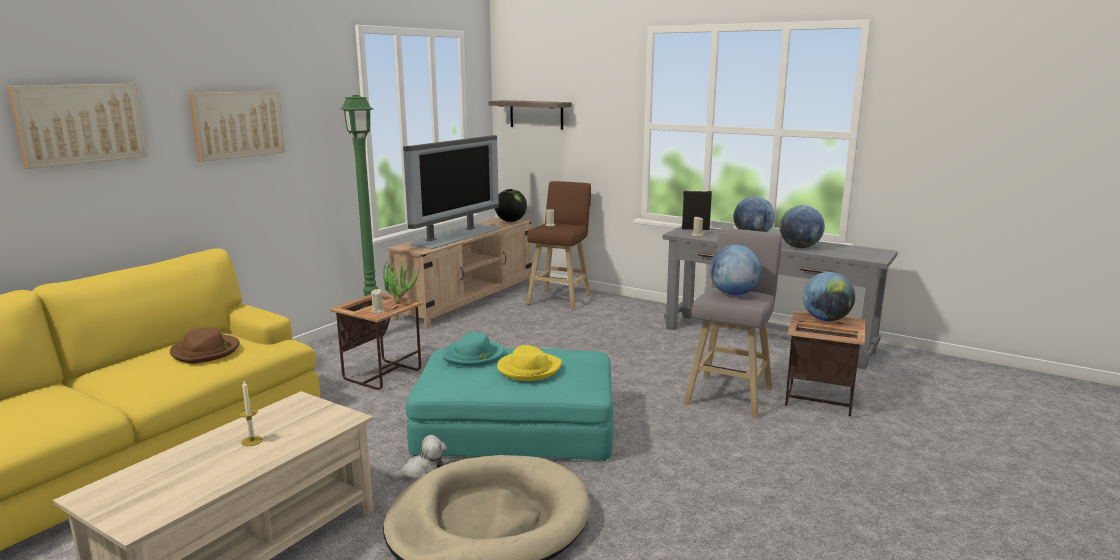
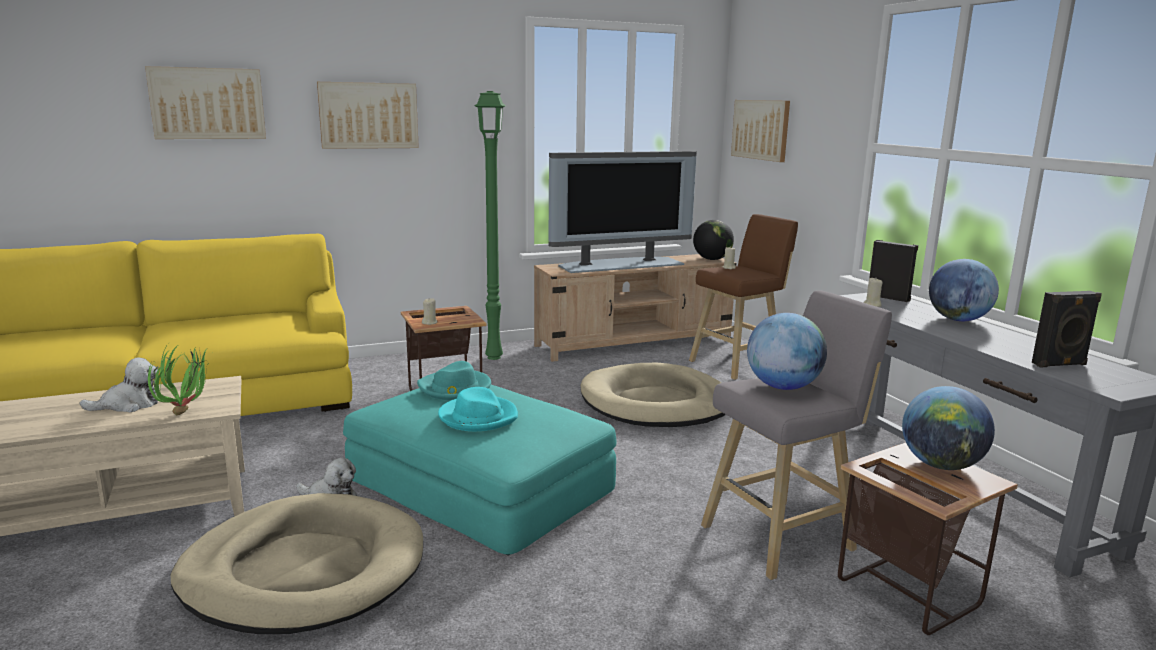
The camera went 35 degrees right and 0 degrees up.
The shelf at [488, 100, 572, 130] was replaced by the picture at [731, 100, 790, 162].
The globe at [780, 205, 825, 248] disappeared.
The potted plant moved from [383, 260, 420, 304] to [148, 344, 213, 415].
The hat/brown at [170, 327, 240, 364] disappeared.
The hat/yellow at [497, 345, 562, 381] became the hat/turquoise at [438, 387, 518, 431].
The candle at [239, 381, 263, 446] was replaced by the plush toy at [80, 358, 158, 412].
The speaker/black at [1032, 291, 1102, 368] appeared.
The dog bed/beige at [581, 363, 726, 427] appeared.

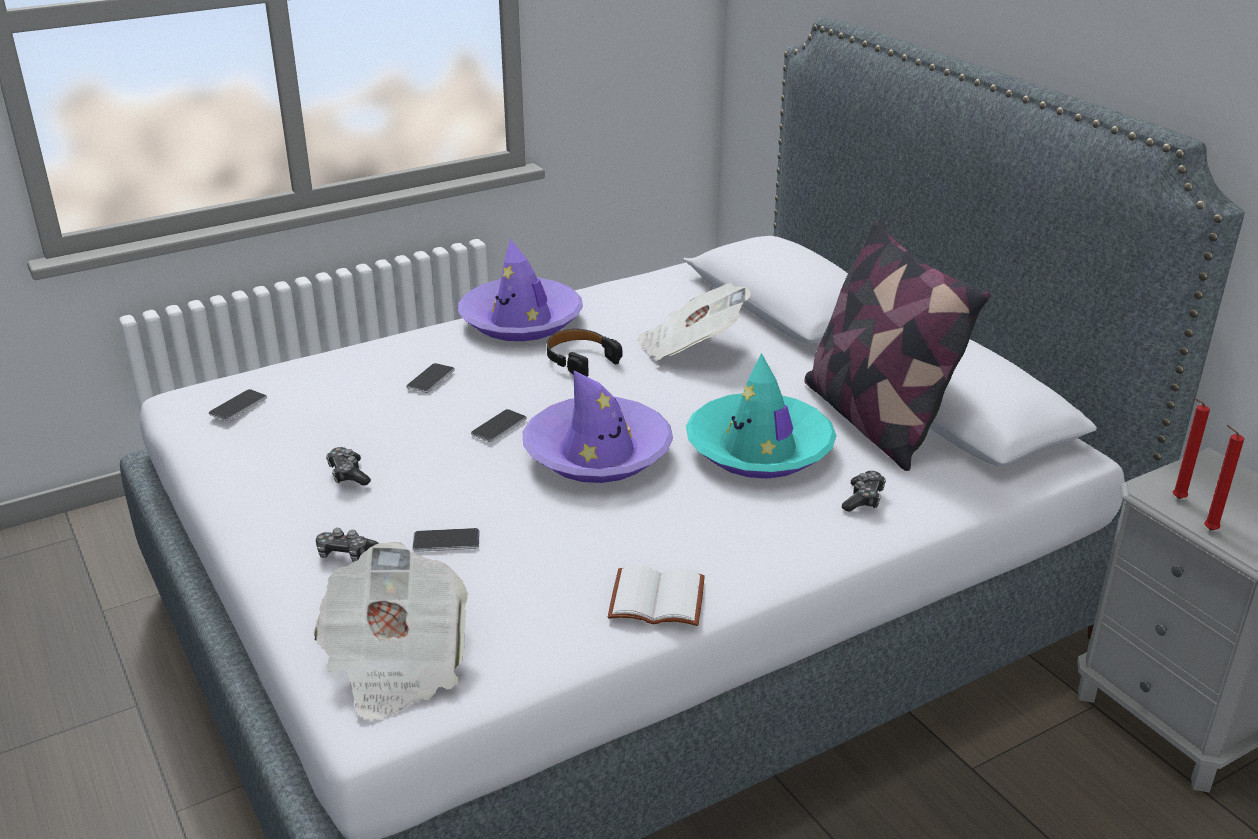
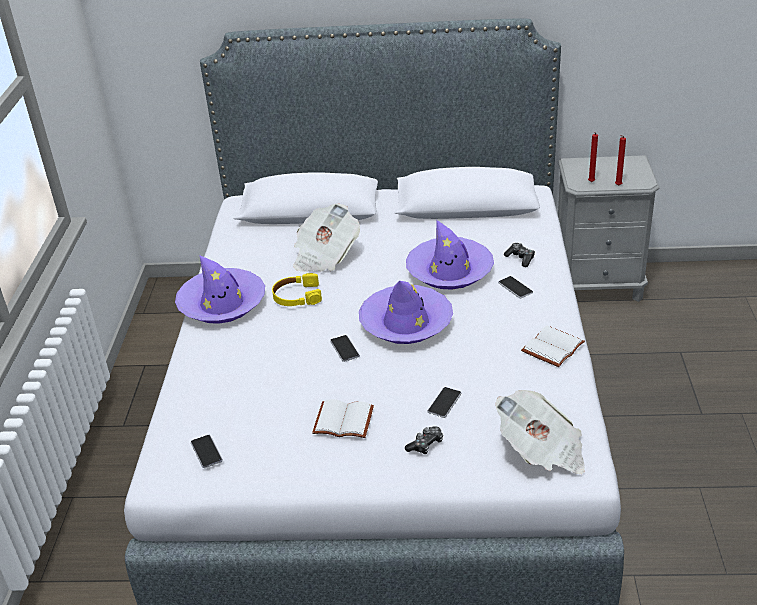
The camera went 55 degrees left and 5 degrees up.
The pillow at [804, 219, 991, 471] disappeared.
The headphones/black at [547, 329, 623, 377] became the headphones/yellow at [272, 273, 322, 306].
The hat/turquoise at [686, 353, 836, 479] became the hat/purple at [406, 220, 494, 290].
The phone moved from [406, 363, 455, 393] to [498, 276, 533, 298].
The game controller at [326, 447, 371, 486] was replaced by the book/white at [312, 399, 374, 438].

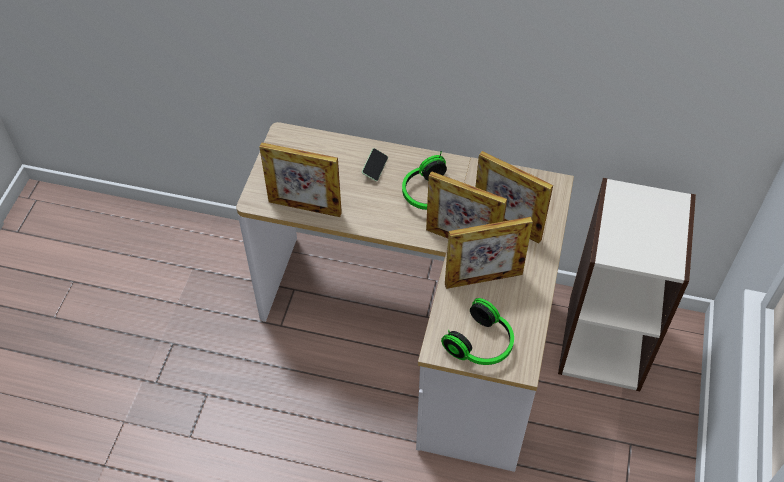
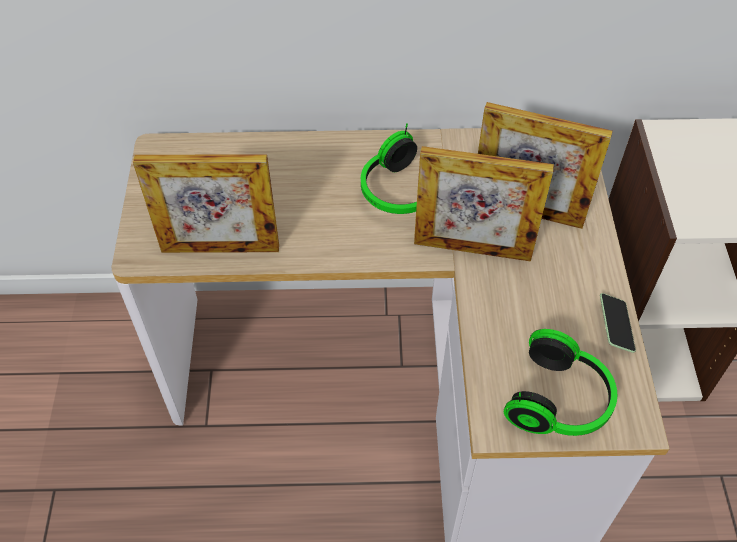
The camera went 15 degrees left and 0 degrees up.
The phone moved from [362, 148, 388, 181] to [600, 293, 636, 353].
The picture frame at [445, 217, 533, 289] disappeared.

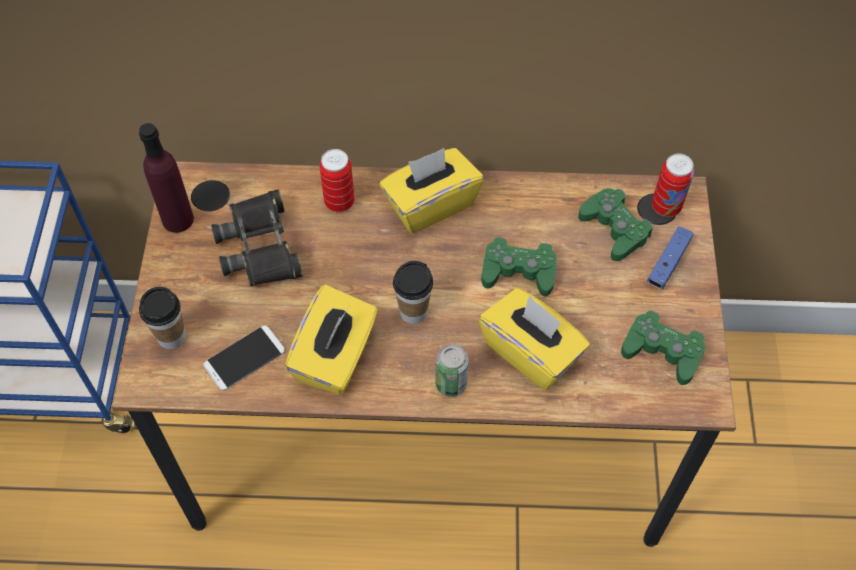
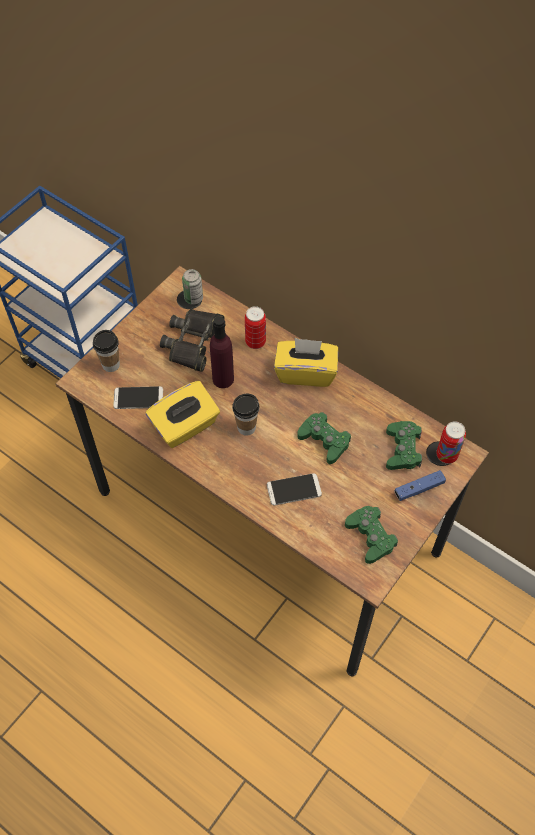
The camera went 35 degrees right and 0 degrees up.
The bottle/purple moved from [139, 123, 194, 233] to [210, 316, 234, 388].
The tissue box/yellow at [479, 288, 590, 390] was replaced by the phone at [267, 473, 322, 505].
The can moved from [435, 344, 469, 397] to [182, 269, 203, 305].

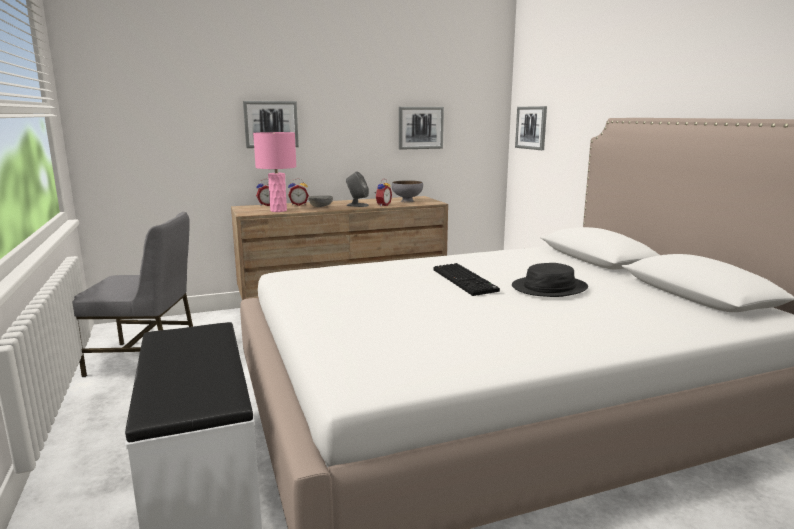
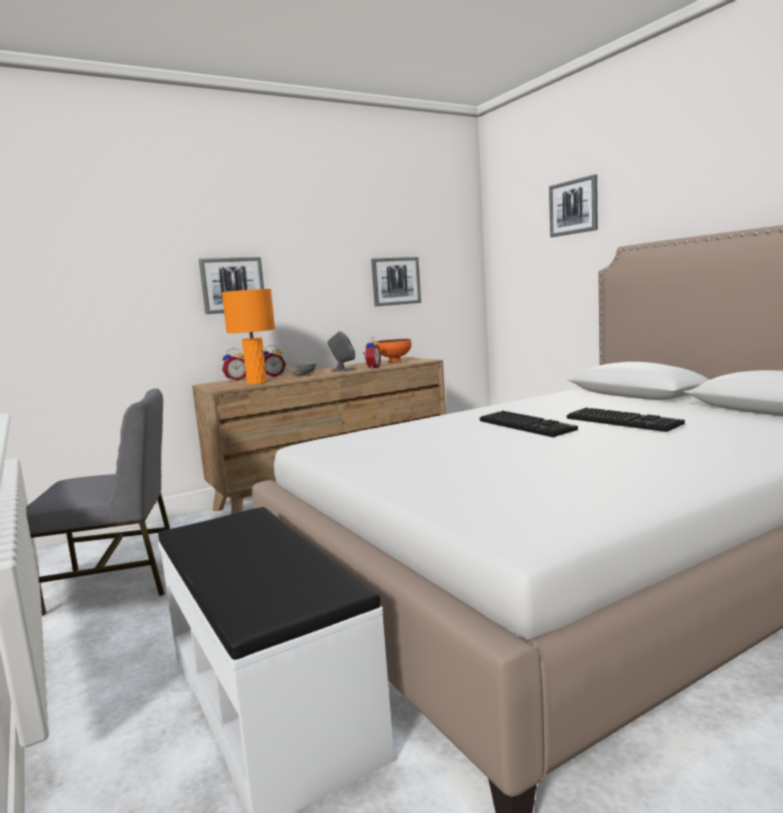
The camera went 10 degrees left and 5 degrees down.
The picture moved from [515, 106, 547, 150] to [549, 175, 598, 237].
The table lamp/pink at [253, 132, 297, 212] became the table lamp/orange at [222, 289, 275, 384].
The bowl/grey at [392, 180, 423, 202] became the bowl/orange at [377, 339, 412, 363].
The hat/black at [512, 263, 588, 297] was replaced by the keyboard at [567, 407, 685, 432].

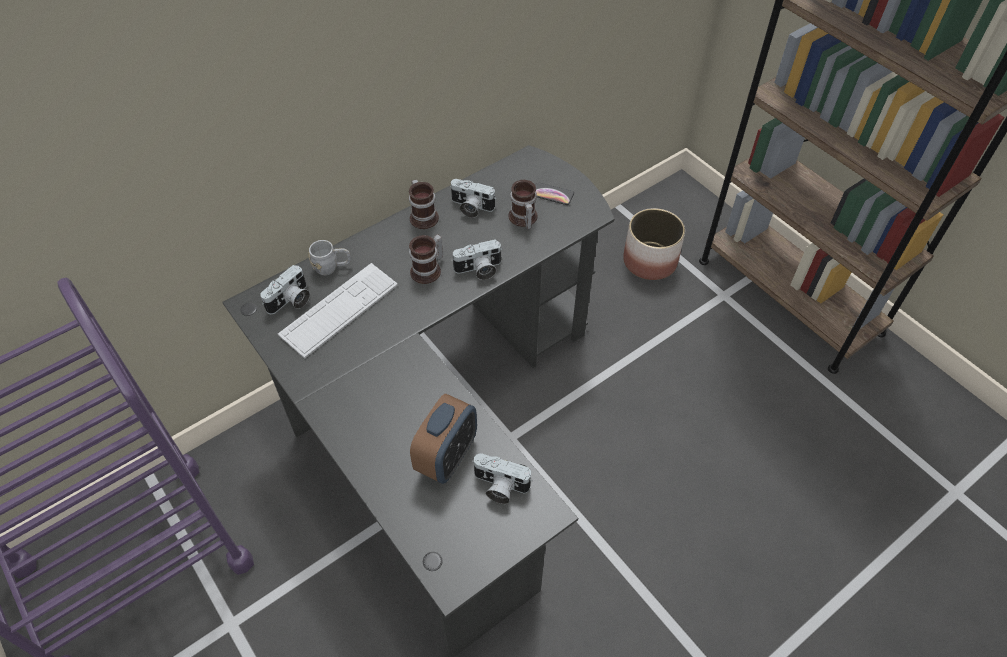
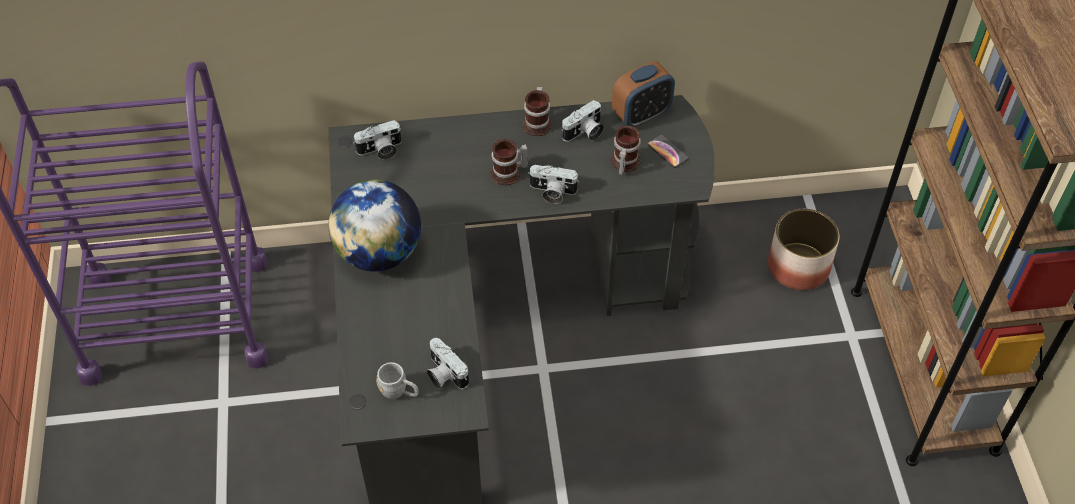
The camera went 30 degrees right and 0 degrees up.
The photo camera at [450, 179, 495, 218] turned 90 degrees counterclockwise.
The mug/grey moved from [308, 240, 351, 275] to [377, 362, 419, 399].
The keyboard at [278, 263, 398, 359] disappeared.
The alarm clock moved from [410, 394, 477, 484] to [612, 61, 675, 127].
The globe at [328, 180, 421, 272] appeared.

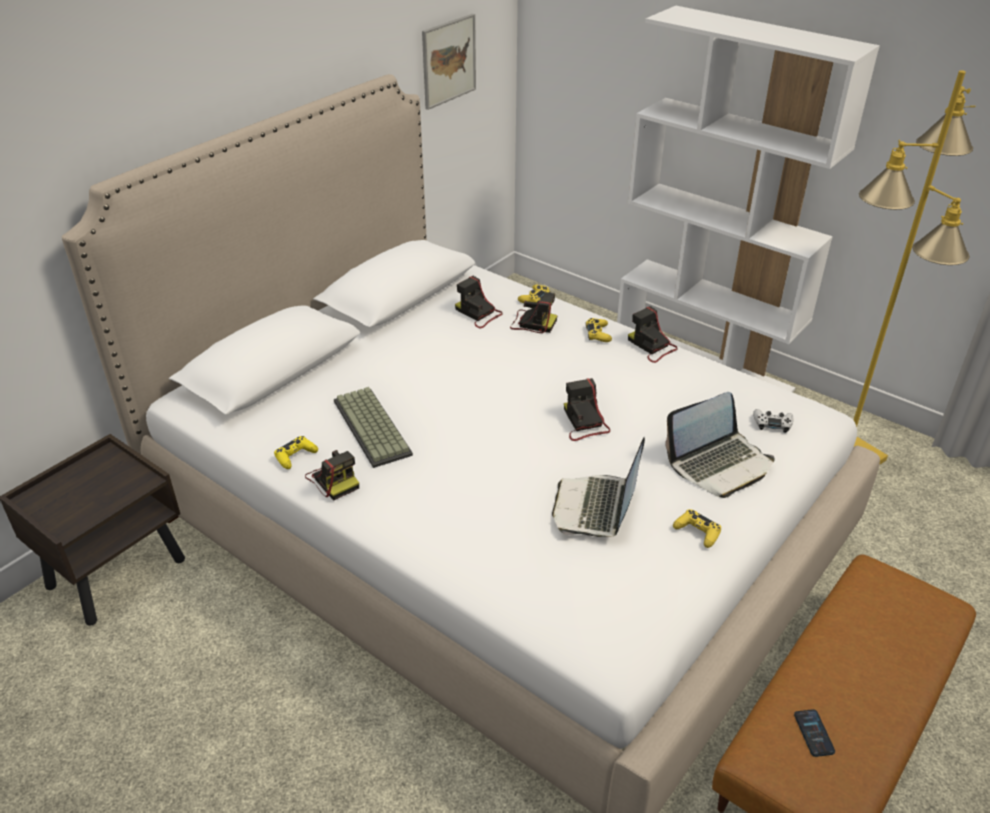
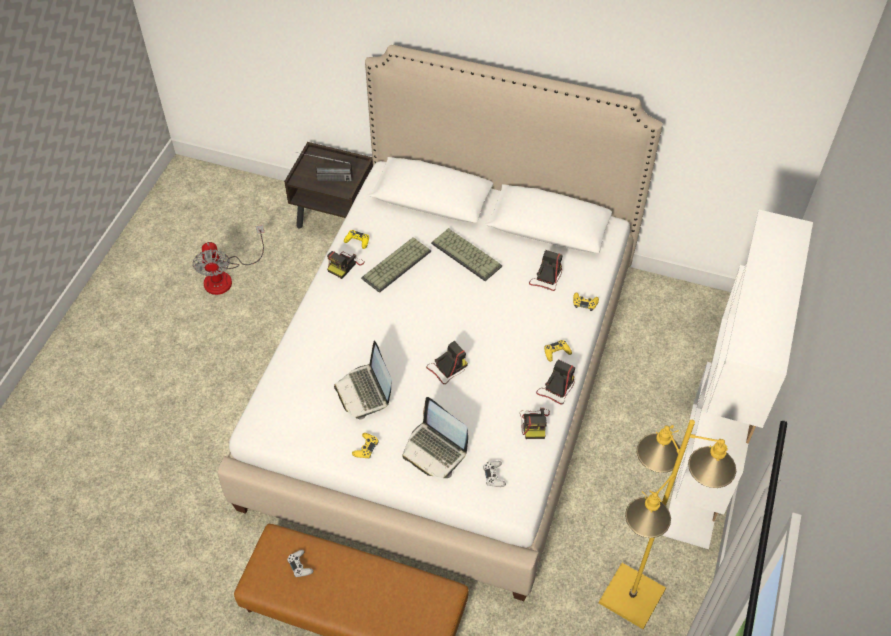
The camera went 70 degrees right and 15 degrees up.
The picture at [422, 14, 476, 110] disappeared.
The photo camera moved from [510, 293, 558, 333] to [520, 408, 550, 439].
The laptop at [552, 437, 645, 537] turned 105 degrees counterclockwise.
The phone at [794, 709, 835, 757] was replaced by the game controller/white at [287, 550, 313, 577].
The radio at [296, 152, 353, 182] appeared.
The fan at [192, 225, 264, 295] appeared.
The keyboard at [431, 228, 502, 281] appeared.

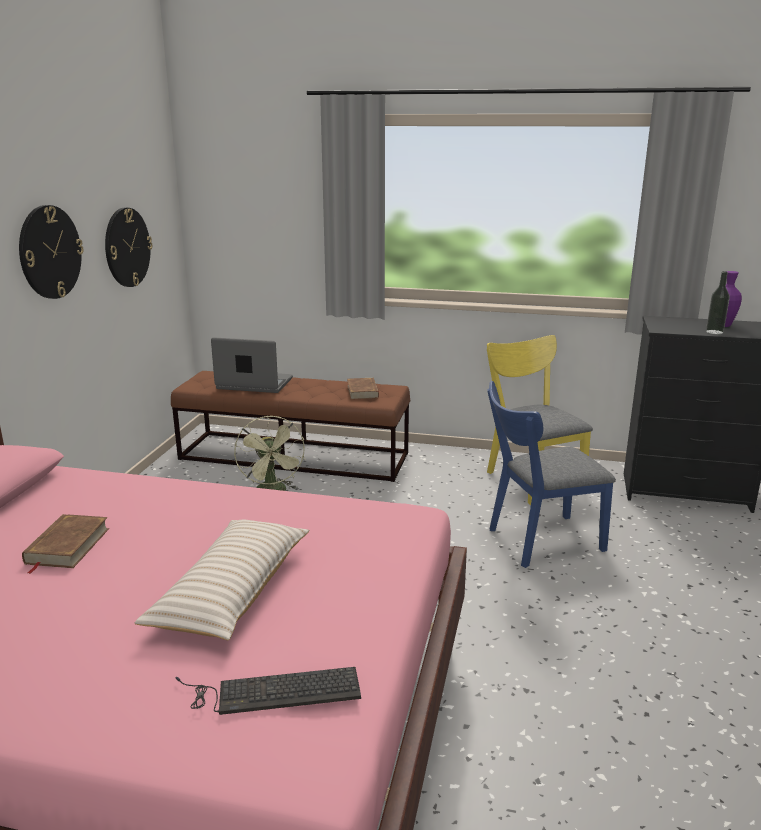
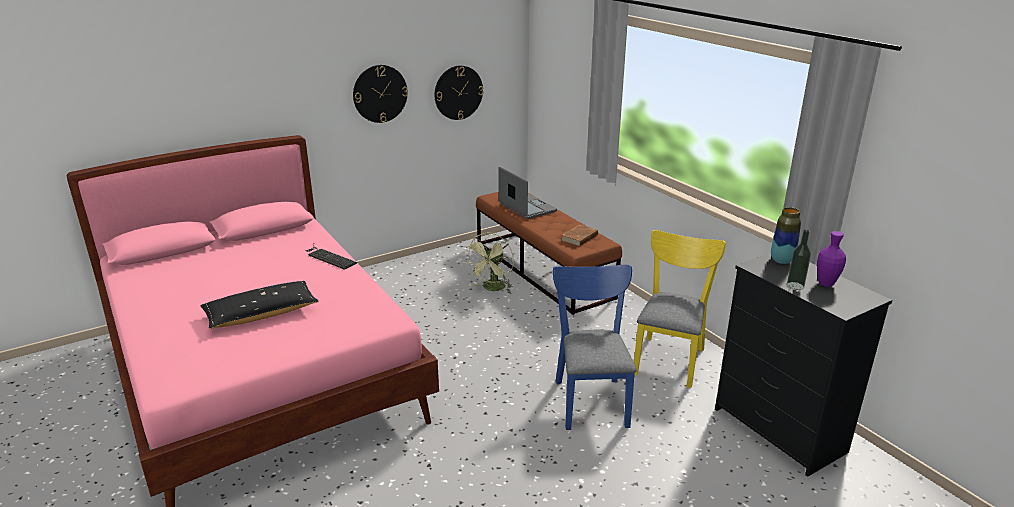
The camera went 45 degrees right and 5 degrees up.
The chair/blue at [487, 381, 616, 568] turned 60 degrees clockwise.
The book/brown at [22, 514, 109, 574] disappeared.
The pillow/beige at [135, 520, 309, 640] became the pillow/black at [200, 281, 319, 329].
The keyboard moved from [176, 667, 361, 715] to [306, 243, 357, 270].
The vase at [771, 207, 801, 264] appeared.

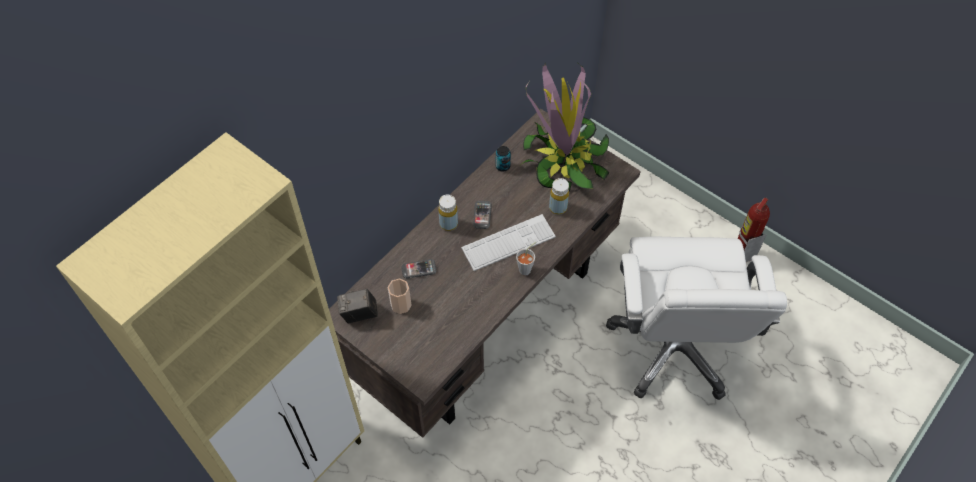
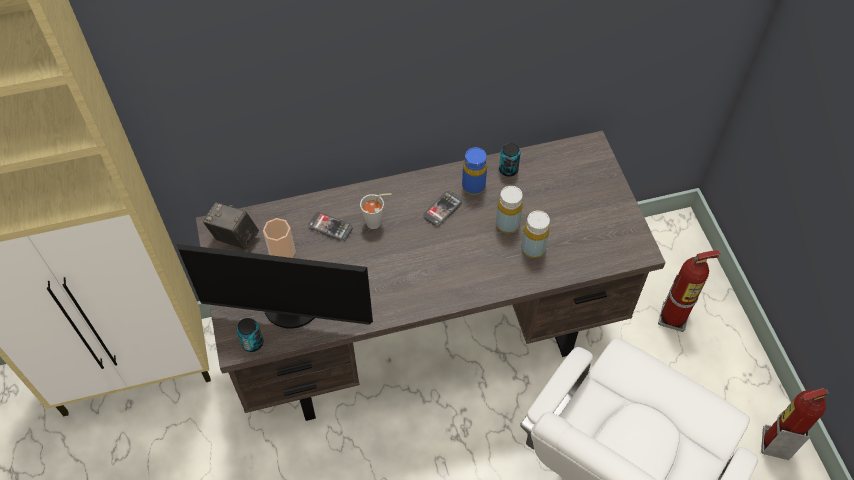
The camera went 35 degrees right and 0 degrees up.
The potted plant at [522, 63, 609, 191] disappeared.
The bottle/yellow moved from [438, 195, 458, 231] to [496, 186, 523, 233].
The keyboard at [461, 214, 556, 271] disappeared.
The cup/grey moved from [516, 242, 536, 276] to [360, 193, 391, 229].
The bottle/blue at [462, 147, 487, 195] appeared.
The monitor at [177, 244, 373, 329] appeared.
The fire extinguisher at [658, 250, 721, 332] appeared.
The can at [237, 318, 263, 352] appeared.

